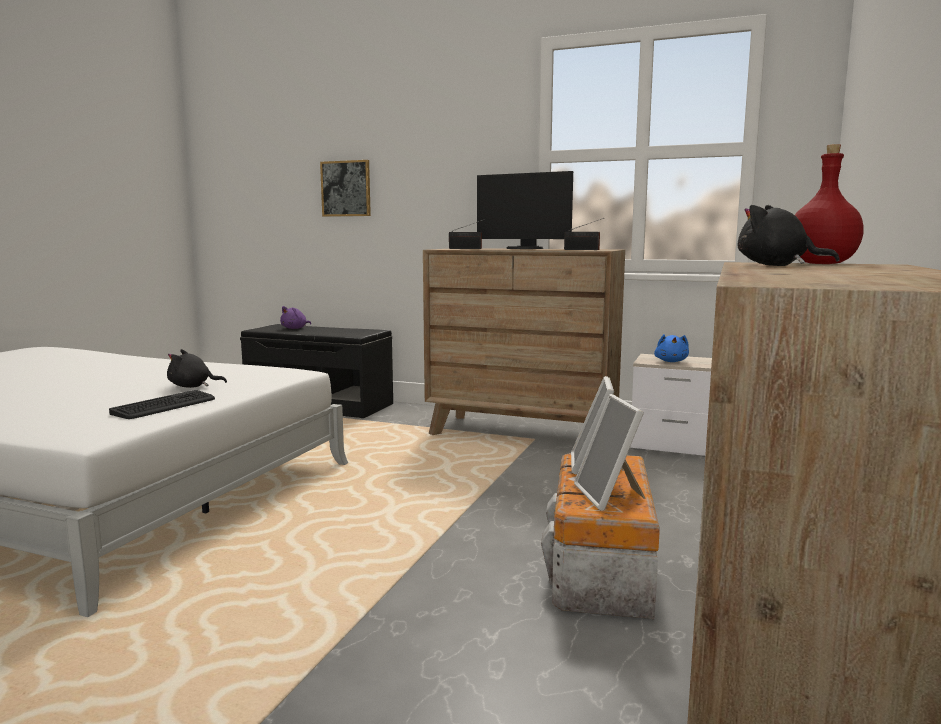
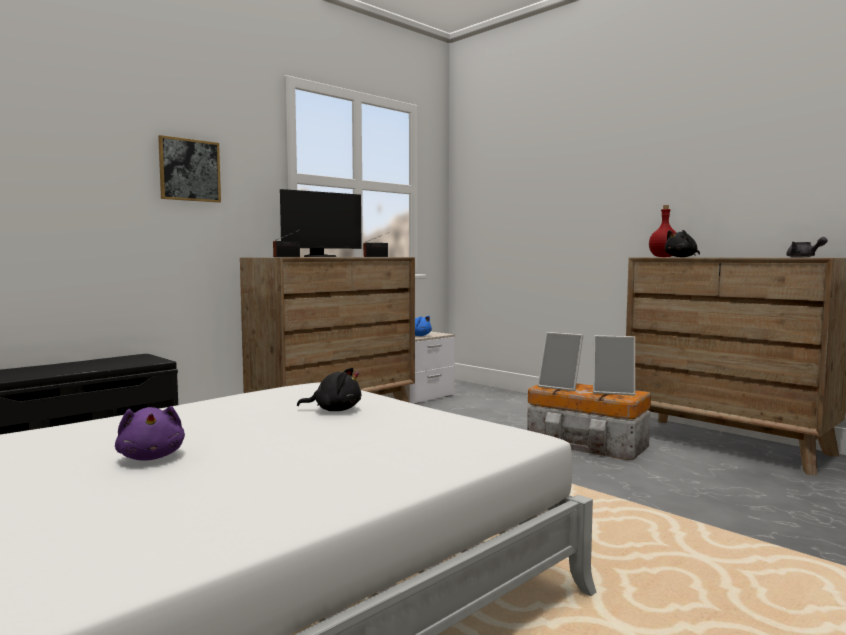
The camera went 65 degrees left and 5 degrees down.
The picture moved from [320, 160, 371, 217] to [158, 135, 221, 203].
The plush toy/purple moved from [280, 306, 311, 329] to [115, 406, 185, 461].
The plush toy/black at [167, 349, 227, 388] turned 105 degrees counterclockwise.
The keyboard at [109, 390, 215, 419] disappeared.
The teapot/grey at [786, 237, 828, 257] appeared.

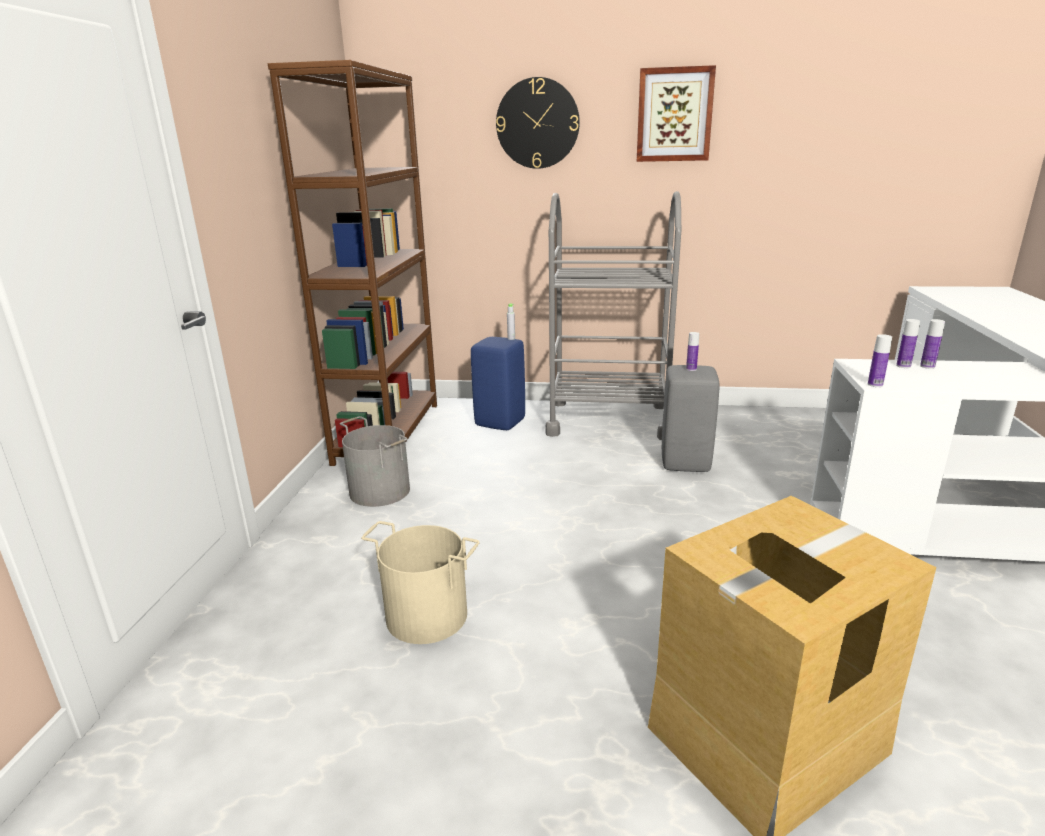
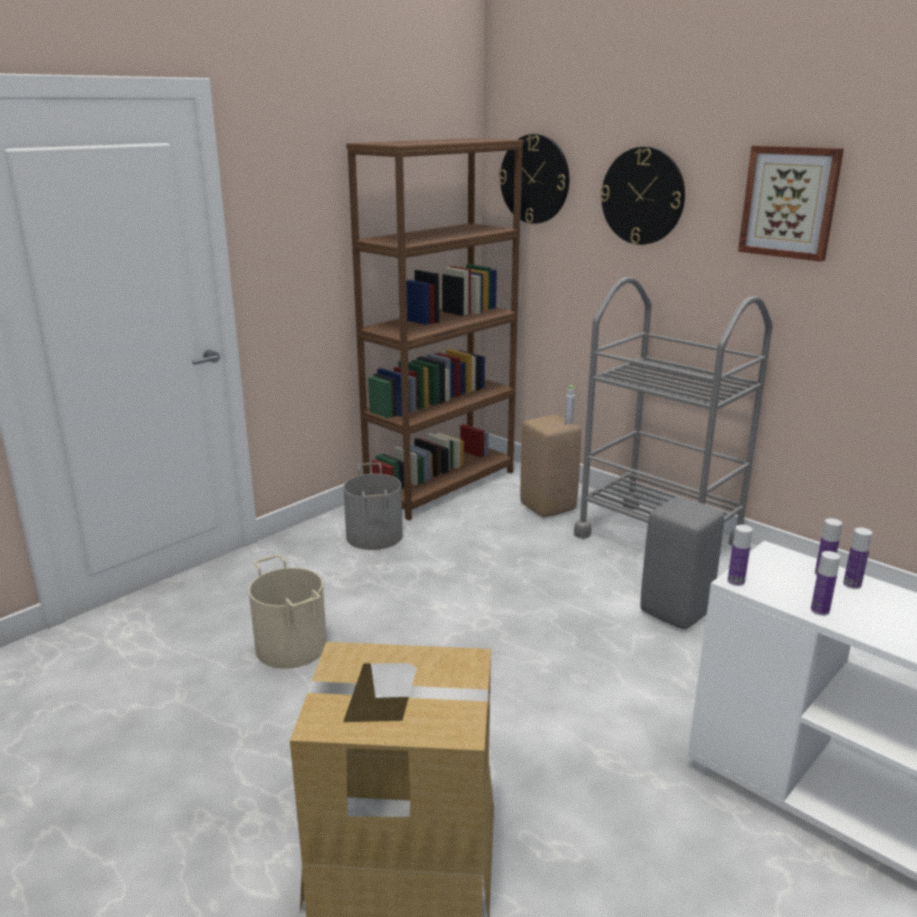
The camera went 35 degrees right and 0 degrees up.
The bottle moved from [686, 332, 699, 371] to [811, 551, 840, 616].
The stool/blue at [471, 337, 525, 430] became the stool/beige at [520, 415, 581, 517].
The wall clock at [499, 134, 569, 224] appeared.

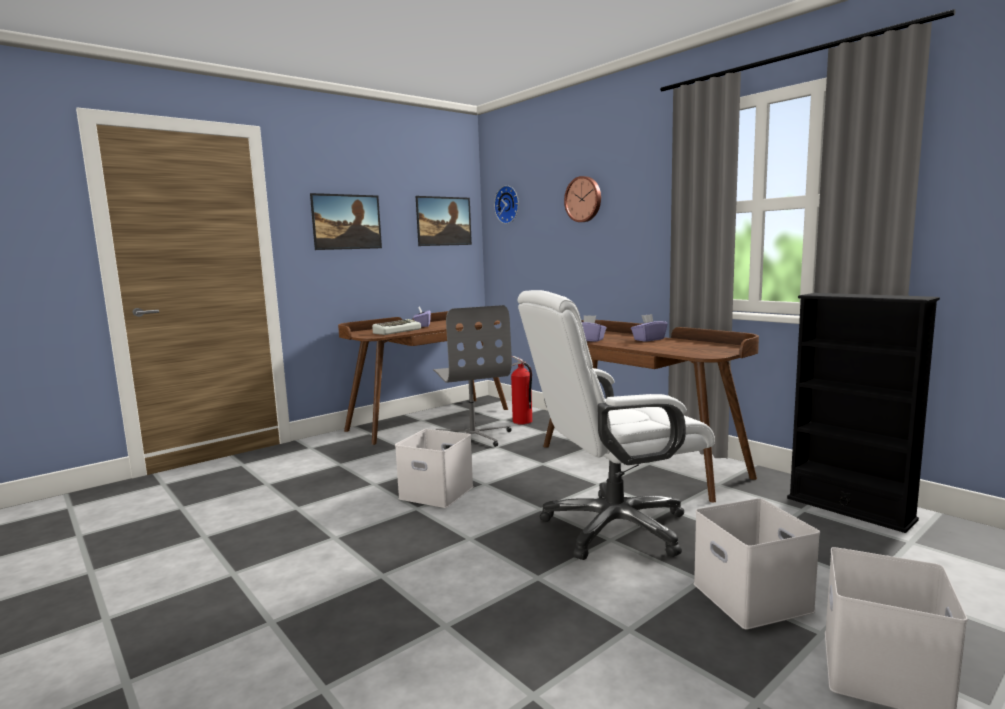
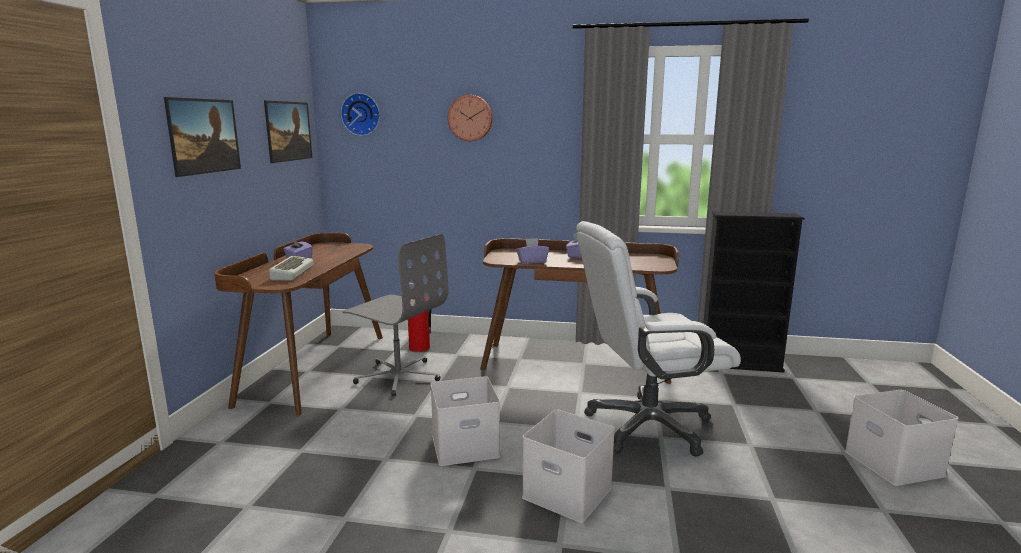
The camera went 40 degrees left and 5 degrees up.
The office chair/white at [518, 290, 715, 560] turned 45 degrees clockwise.
The storage box/white moved from [694, 498, 820, 630] to [522, 409, 615, 523].

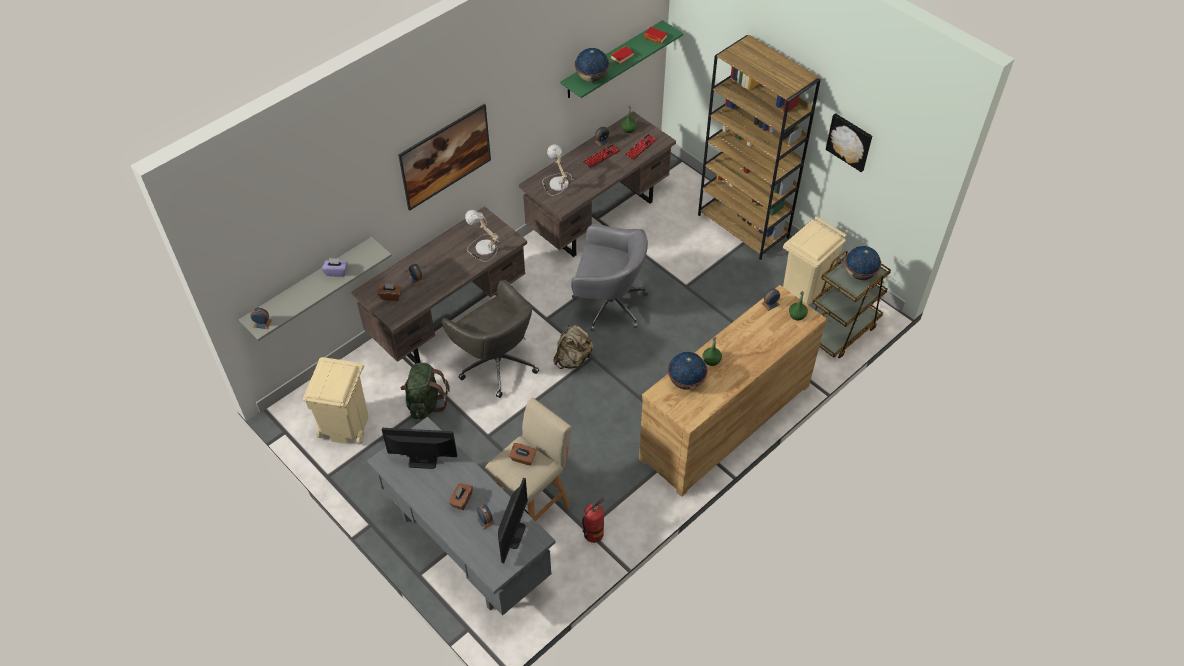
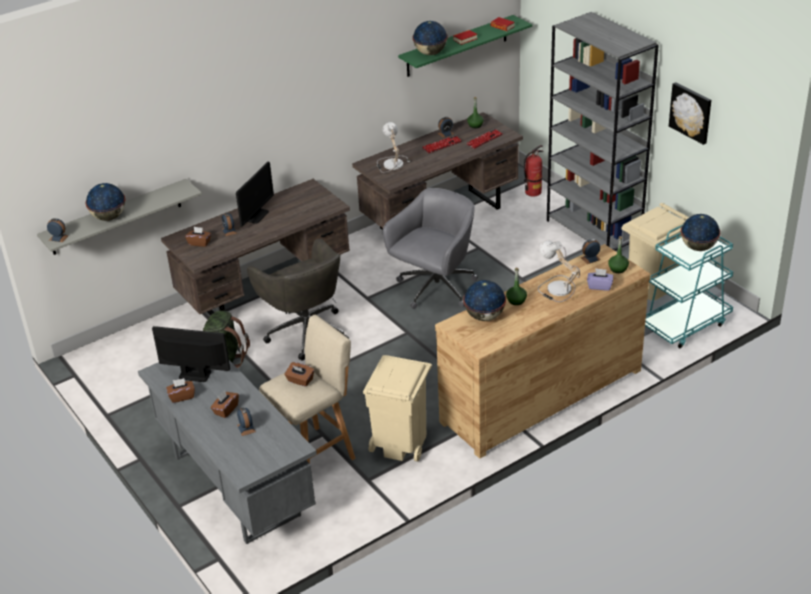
The camera went 10 degrees right and 15 degrees down.
The bookcase/brown at [698, 35, 821, 260] became the bookcase/grey at [547, 12, 659, 251].
The picture at [398, 104, 491, 211] disappeared.
The table lamp moved from [465, 210, 500, 262] to [538, 241, 580, 302].
The office chair/grey at [571, 224, 648, 332] turned 75 degrees counterclockwise.
The cart/brown at [813, 251, 891, 359] became the cart/turquoise at [645, 225, 733, 348].
The tissue box/purple moved from [322, 258, 348, 277] to [587, 268, 613, 290].
The backpack/beige at [553, 325, 593, 369] disappeared.
The trash can/beige moved from [303, 357, 368, 445] to [363, 355, 432, 462].
The monitor moved from [498, 478, 528, 563] to [236, 162, 274, 227].
The fire extinguisher moved from [582, 495, 605, 543] to [524, 145, 544, 197].
The globe at [86, 183, 125, 221] appeared.
The tissue box/brown at [166, 378, 195, 403] appeared.

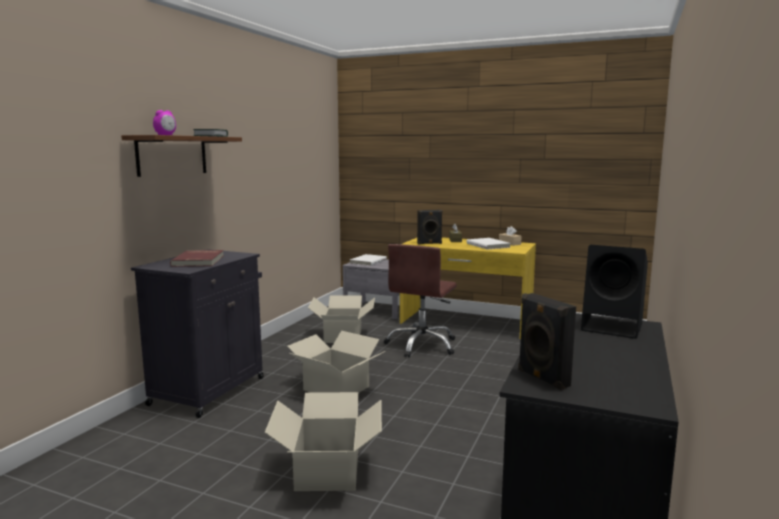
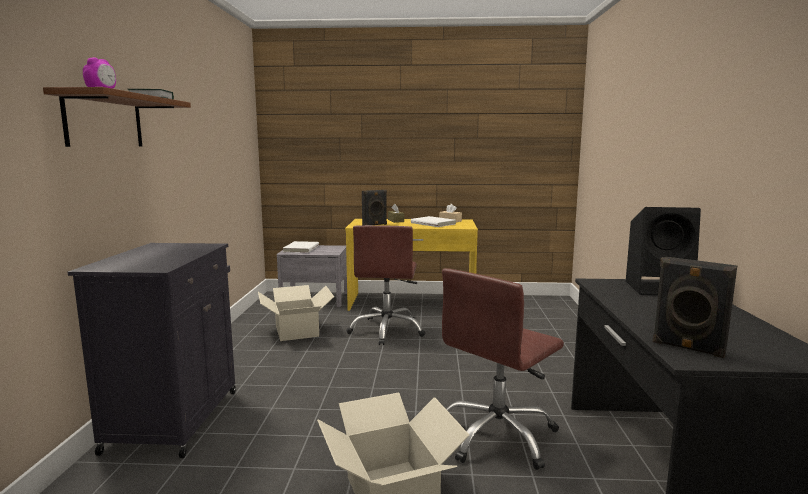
The camera went 20 degrees left and 0 degrees up.
The book/red at [170, 250, 224, 267] disappeared.
The cardboard box at [287, 331, 385, 393] disappeared.
The office chair/brown at [442, 268, 564, 470] appeared.

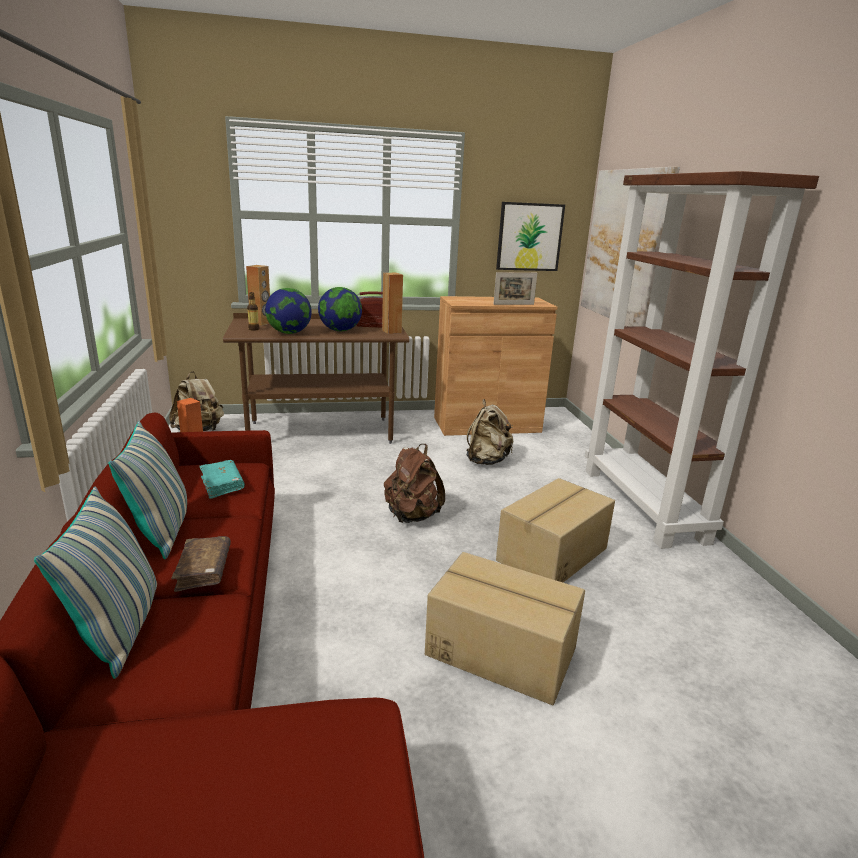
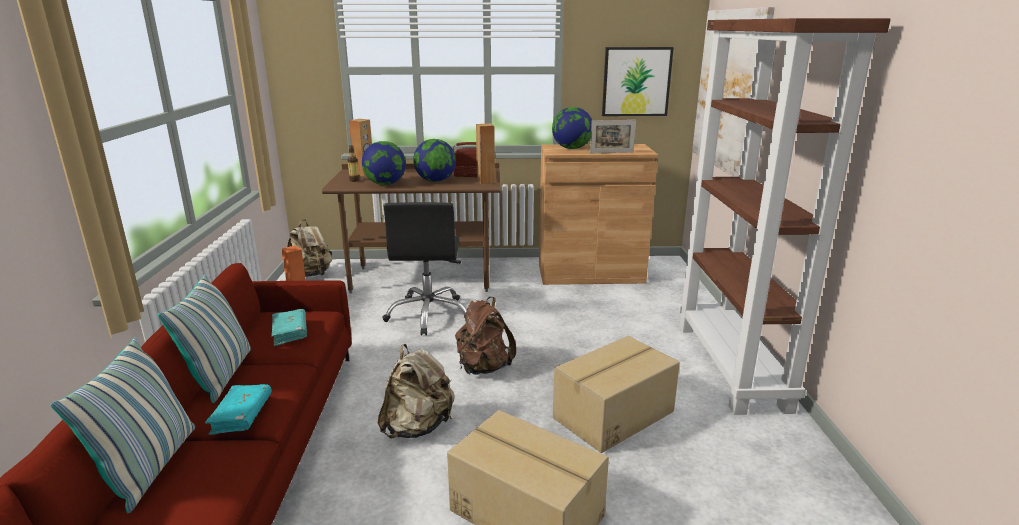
The camera went 10 degrees right and 0 degrees up.
The backpack/beige moved from [467, 399, 513, 465] to [378, 344, 455, 439].
The book/brown at [171, 536, 231, 592] became the book/turquoise at [205, 384, 272, 435].
The globe at [552, 107, 592, 149] appeared.
The office chair/black at [382, 202, 467, 335] appeared.

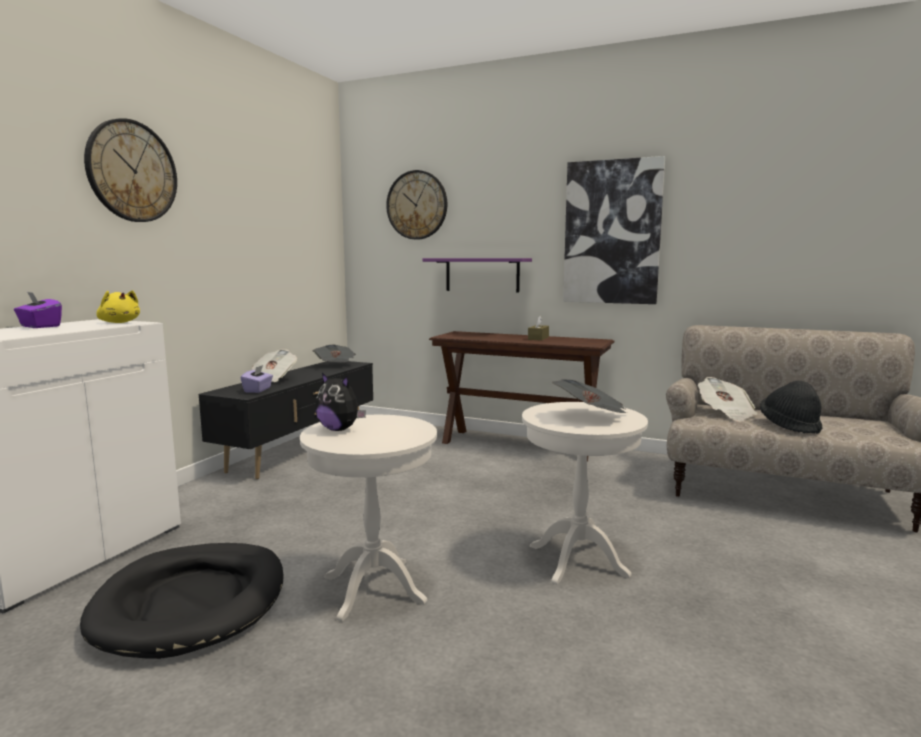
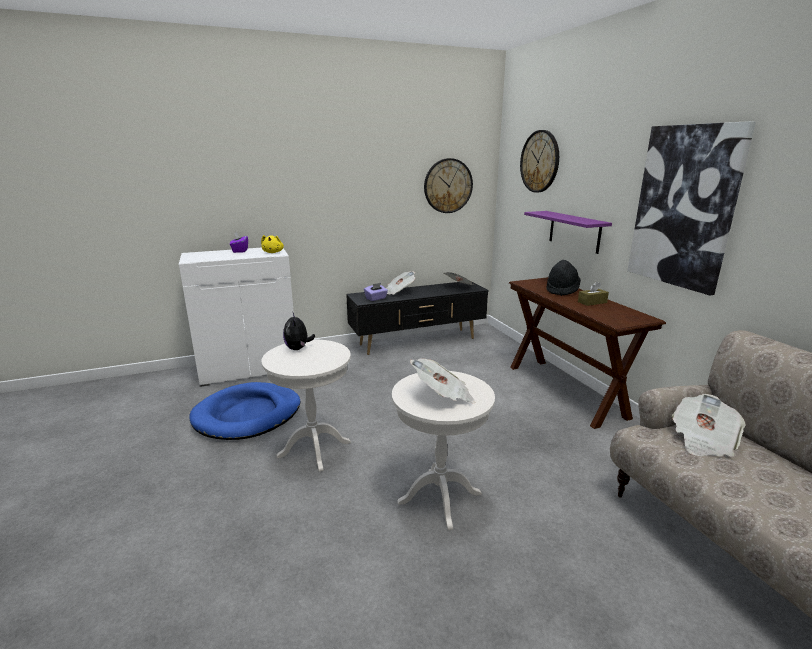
The camera went 45 degrees right and 10 degrees up.
The wall clock moved from [84, 118, 177, 222] to [424, 158, 473, 213].
The hat/black moved from [760, 381, 822, 434] to [546, 260, 581, 296].
The dog bed/black at [80, 543, 284, 659] became the dog bed/blue at [189, 382, 300, 440].

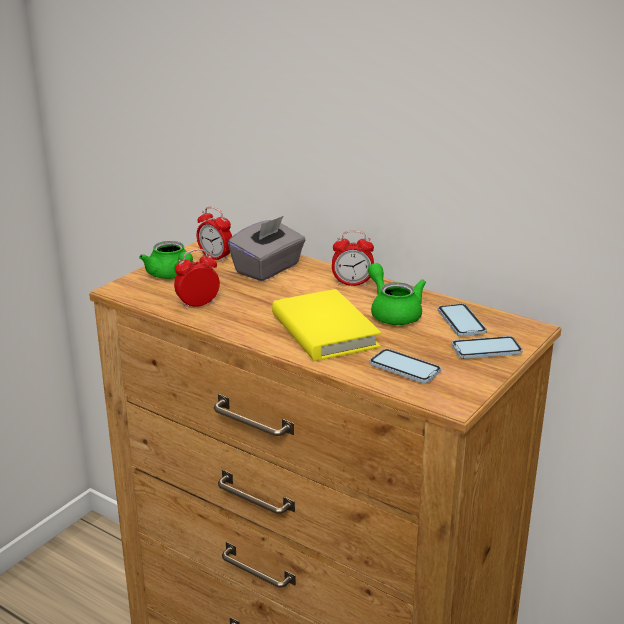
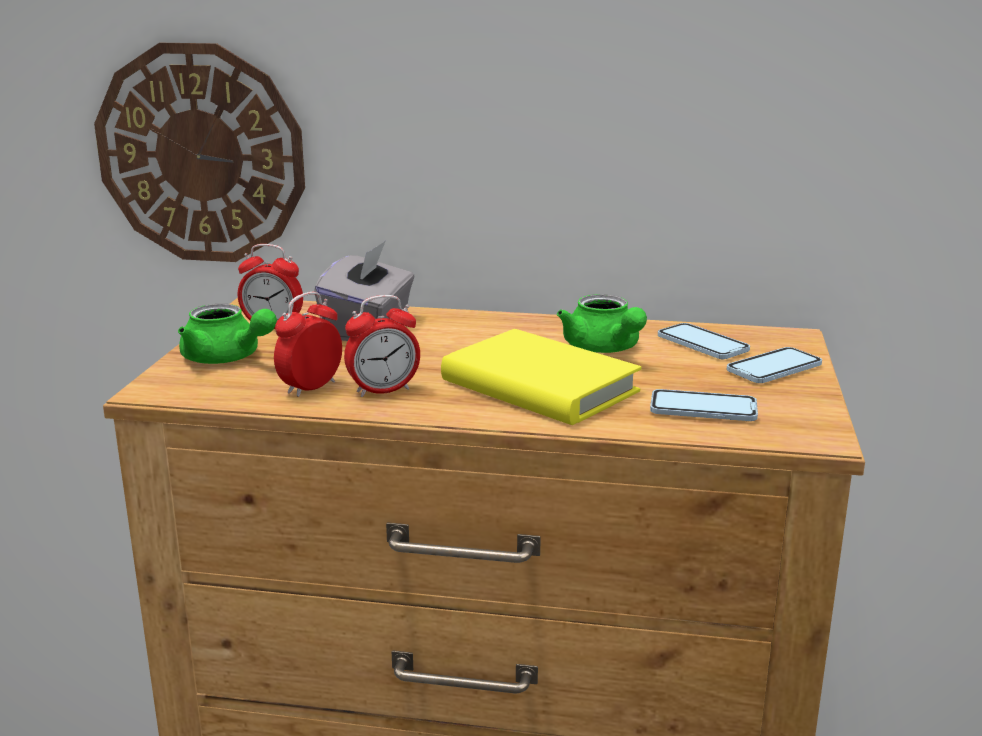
The camera went 25 degrees left and 5 degrees down.
The alarm clock moved from [332, 231, 374, 286] to [344, 295, 420, 397].
The teapot/green at [368, 263, 426, 325] turned 150 degrees counterclockwise.
The wall clock at [94, 43, 305, 262] appeared.

